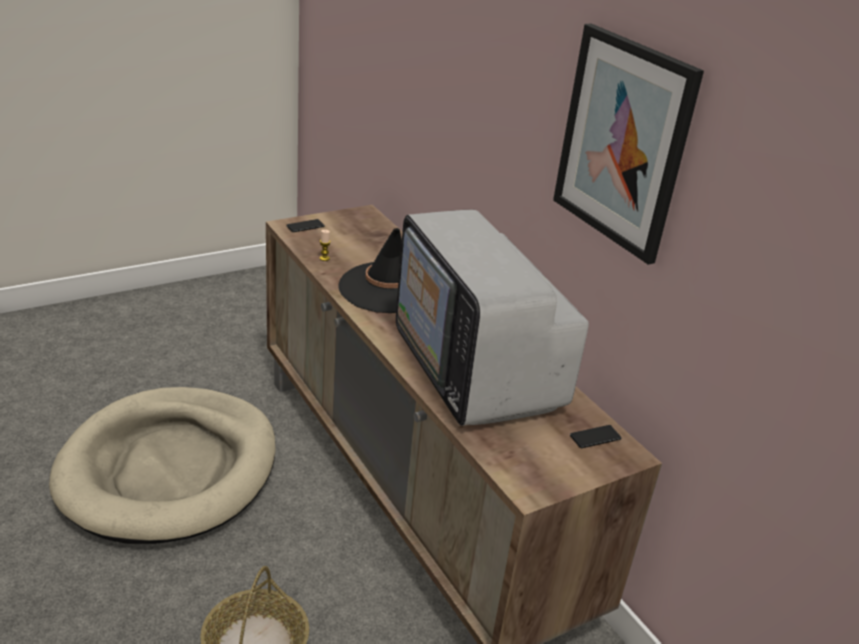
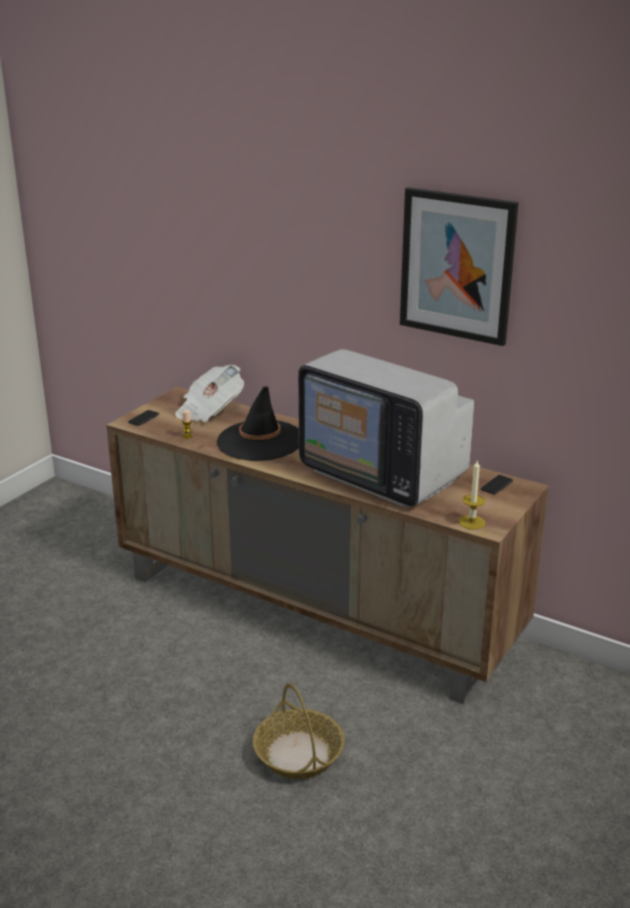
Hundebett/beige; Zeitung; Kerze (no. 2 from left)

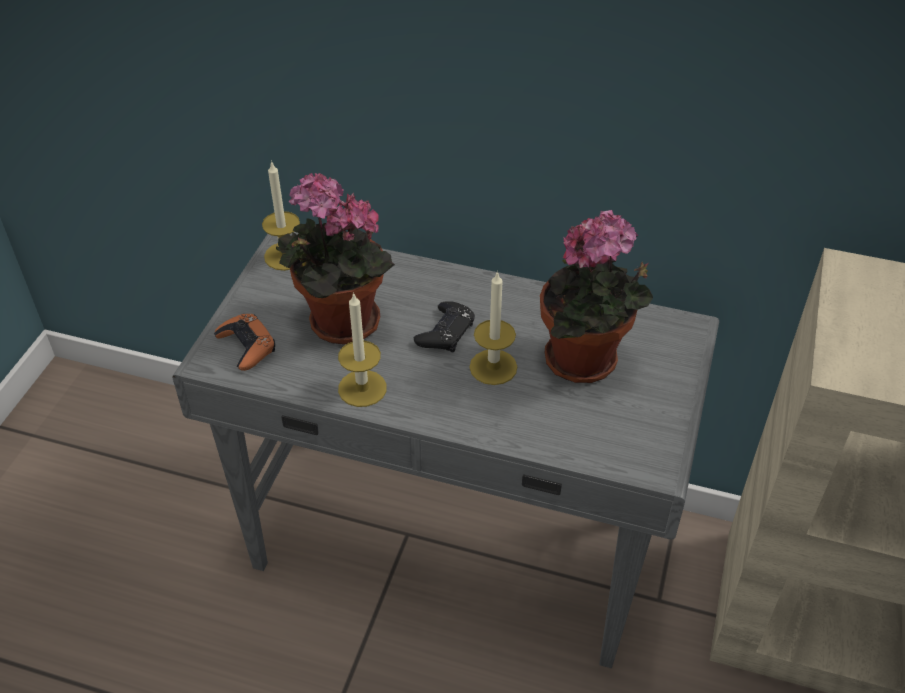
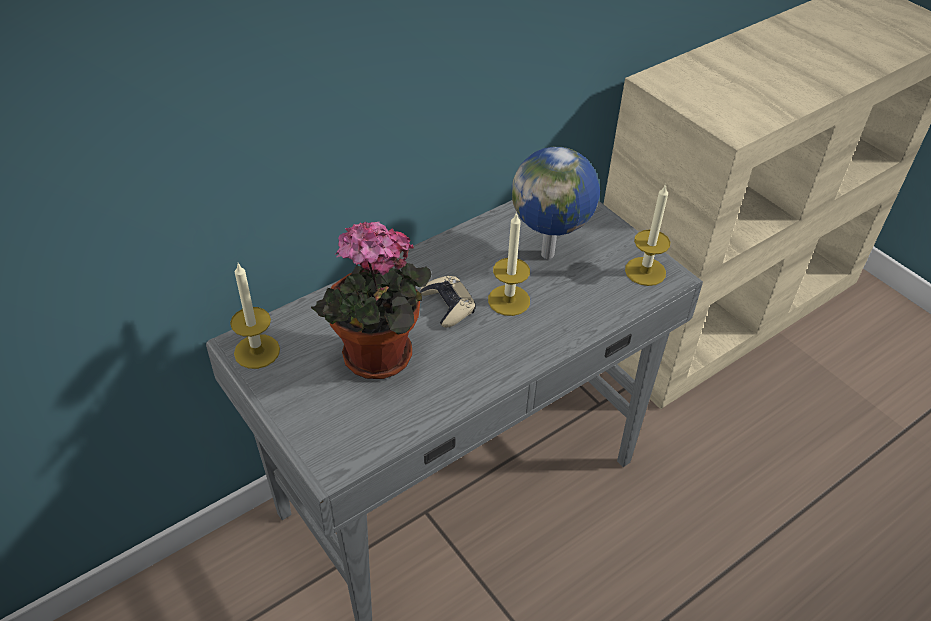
Gamepad/orange; Kerze (no. 3 from left); Globus; Gamepad/beige

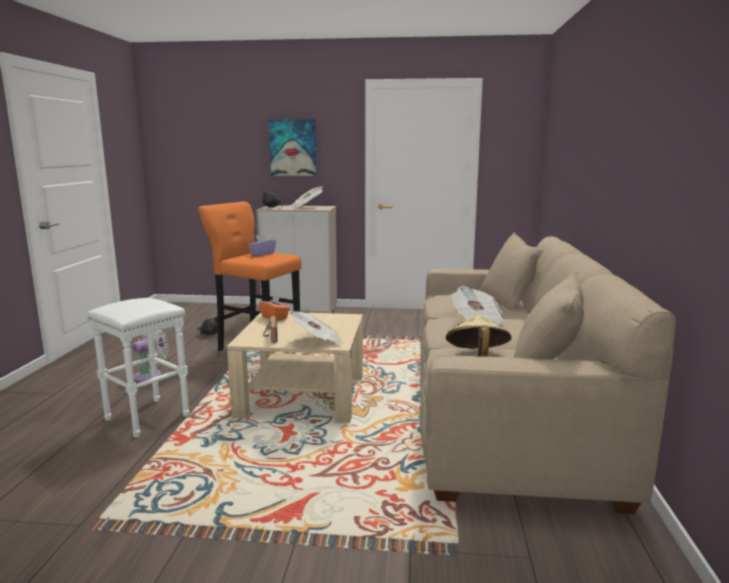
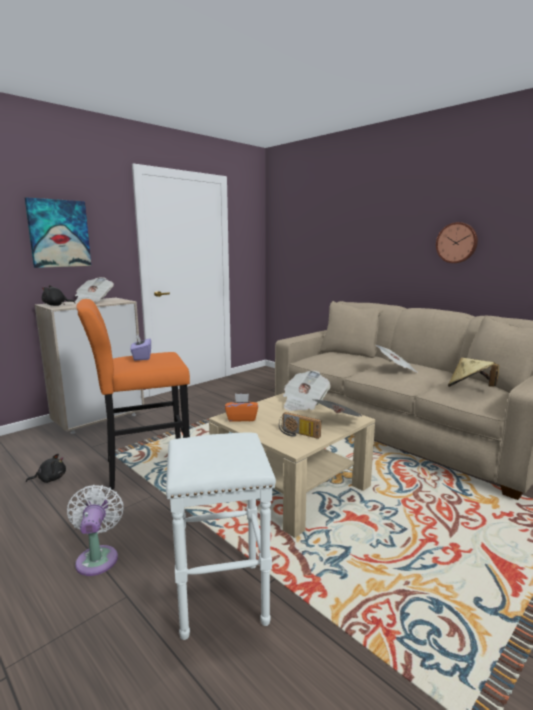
Zeitung (no. 2 from left); Wanduhr

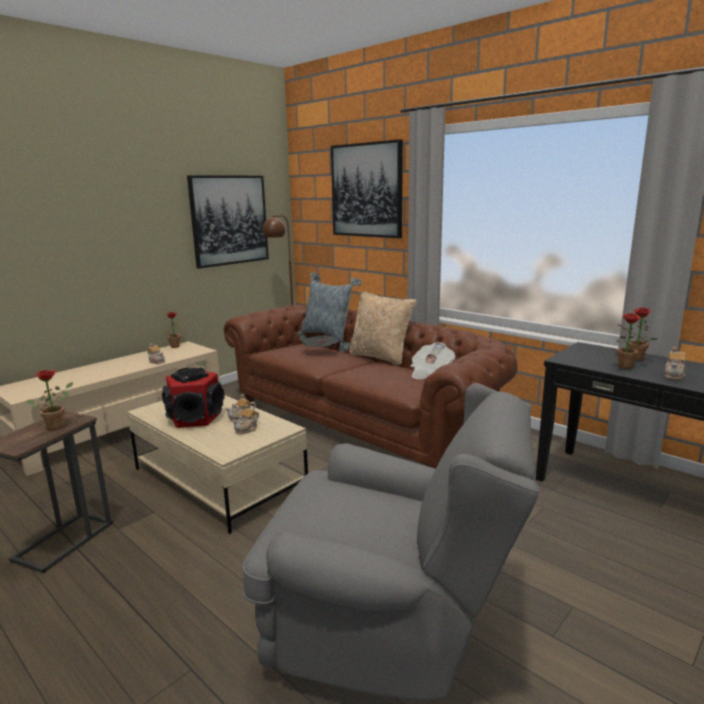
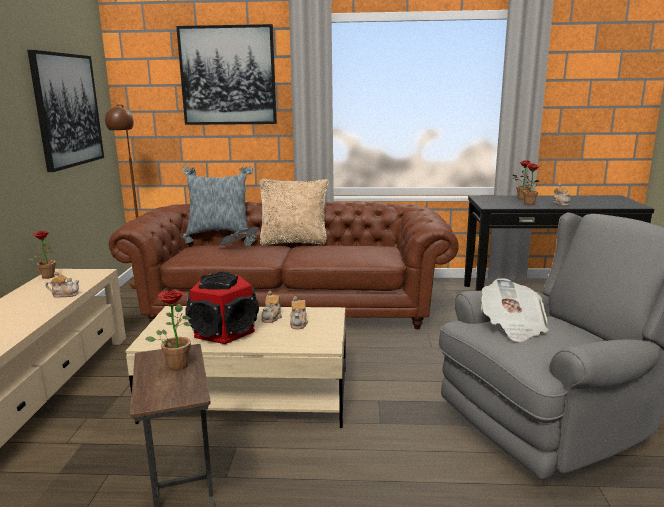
Zeitung (no. 2 from left)

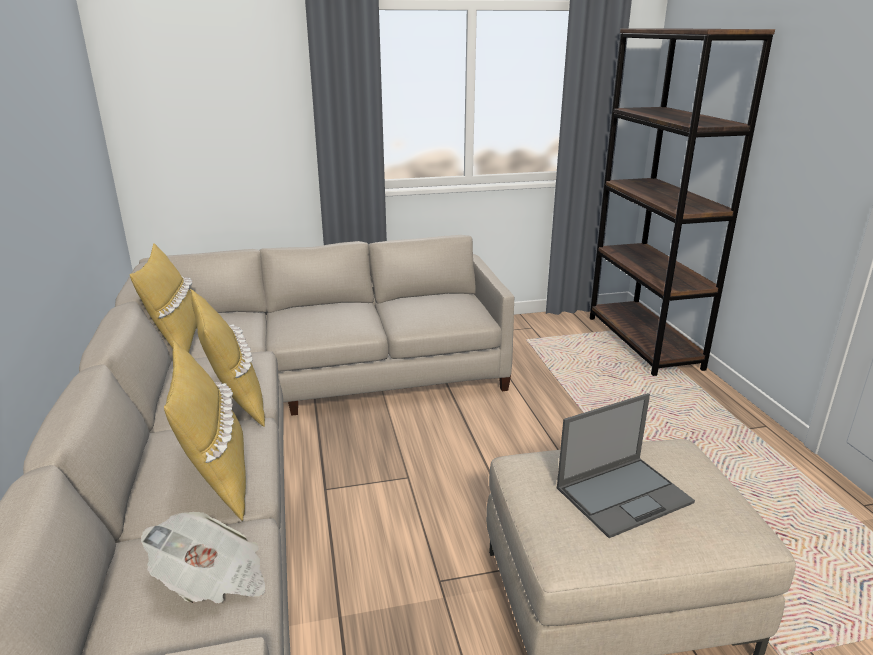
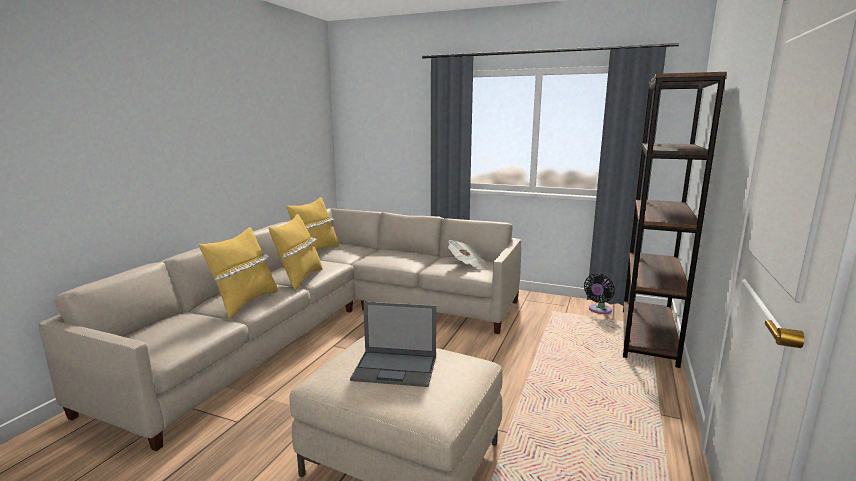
Ventilator/schwarz; Zeitung

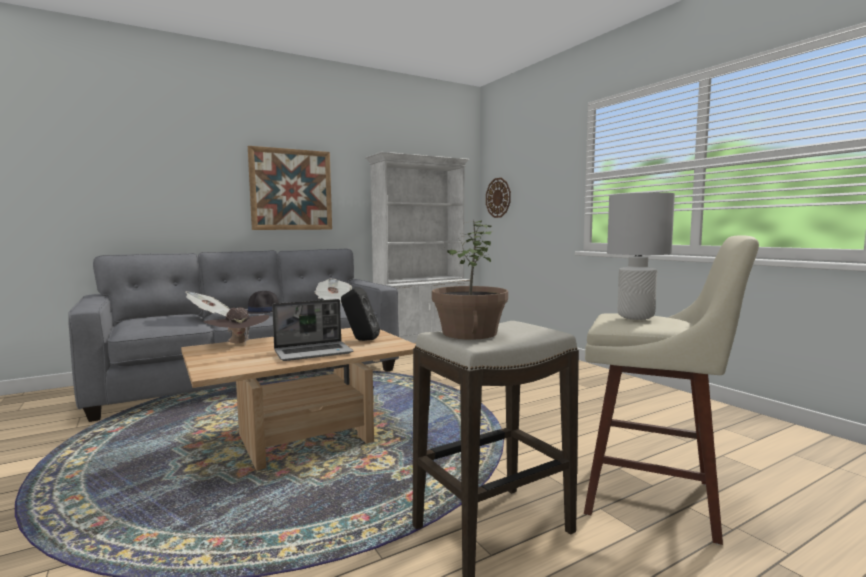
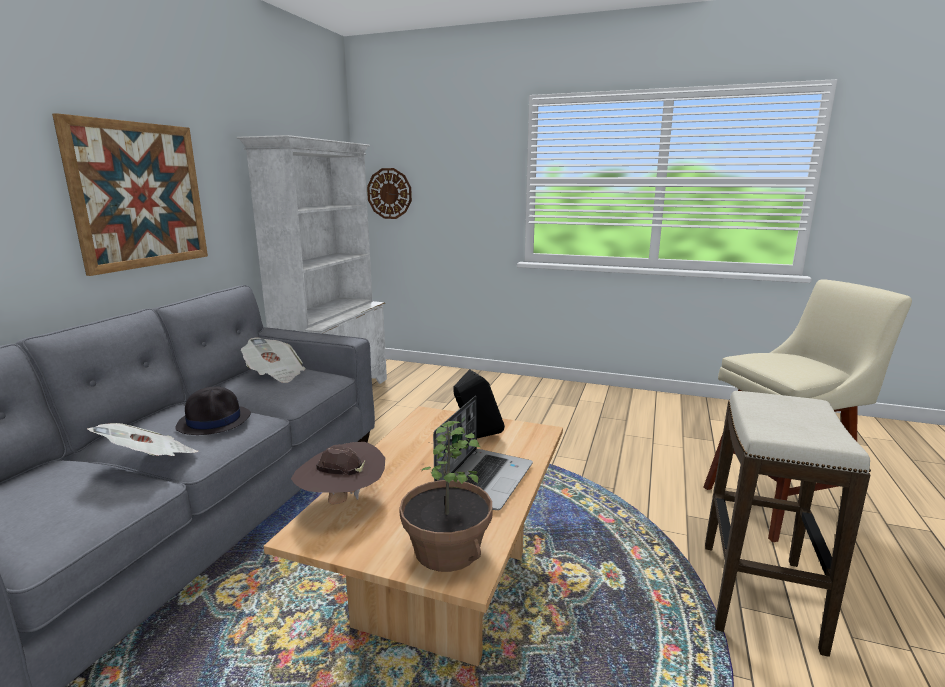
Tischlampe/grau; Topfpflanze

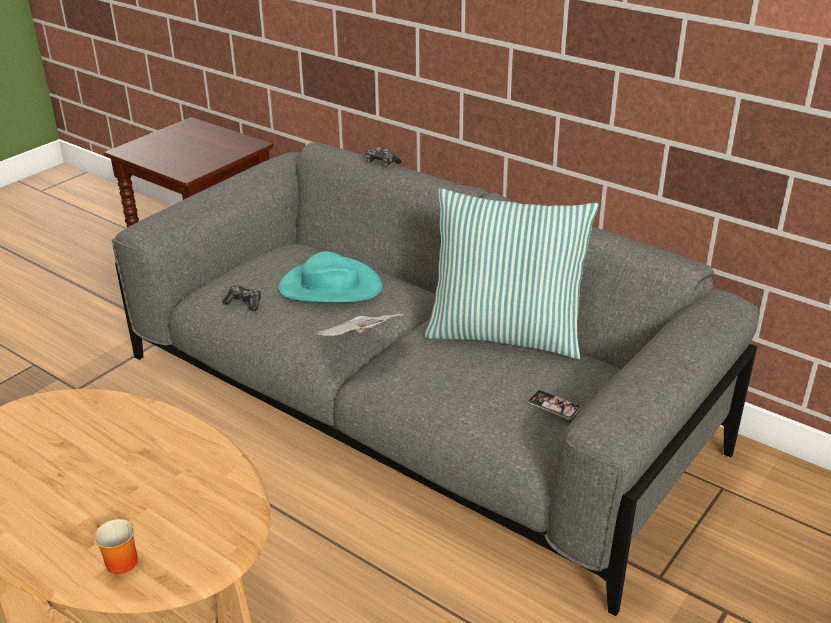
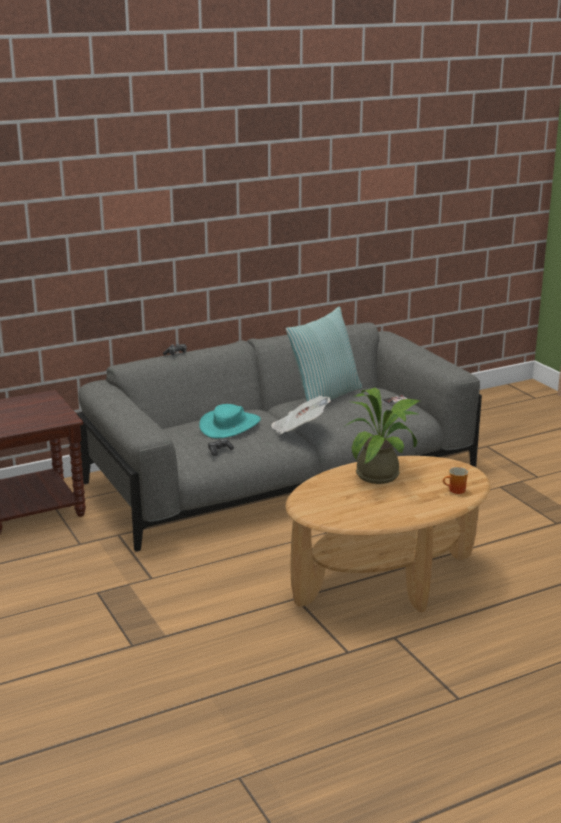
Topfpflanze

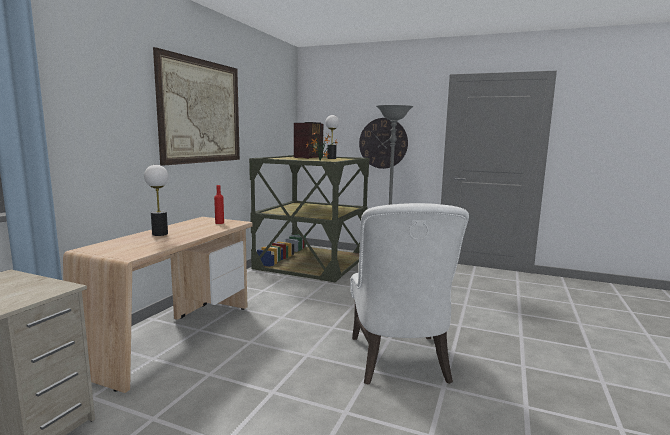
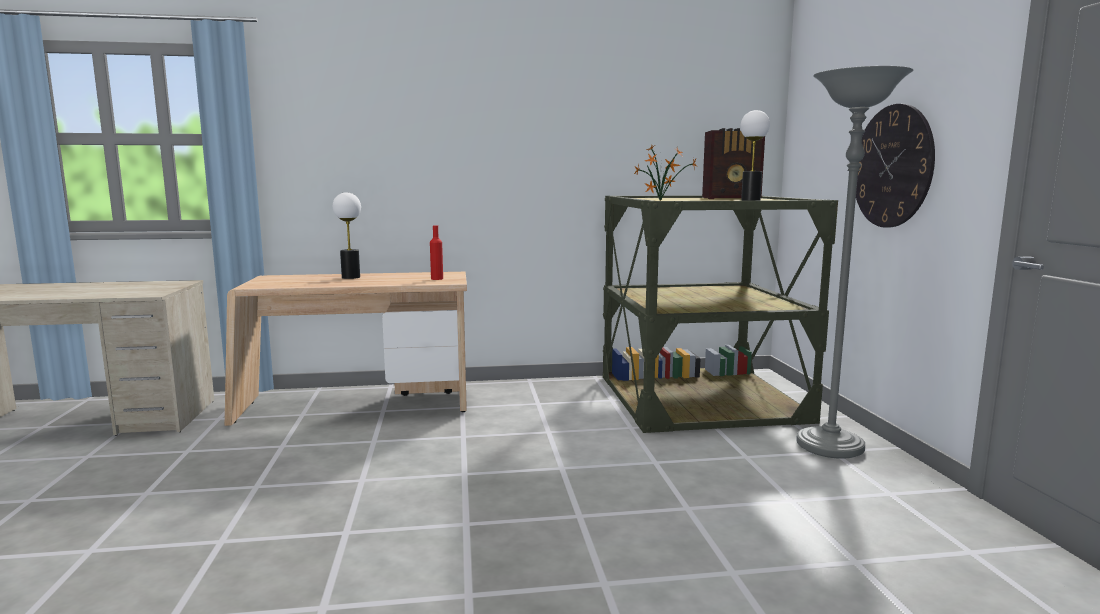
Bild; Stuhl/weiß

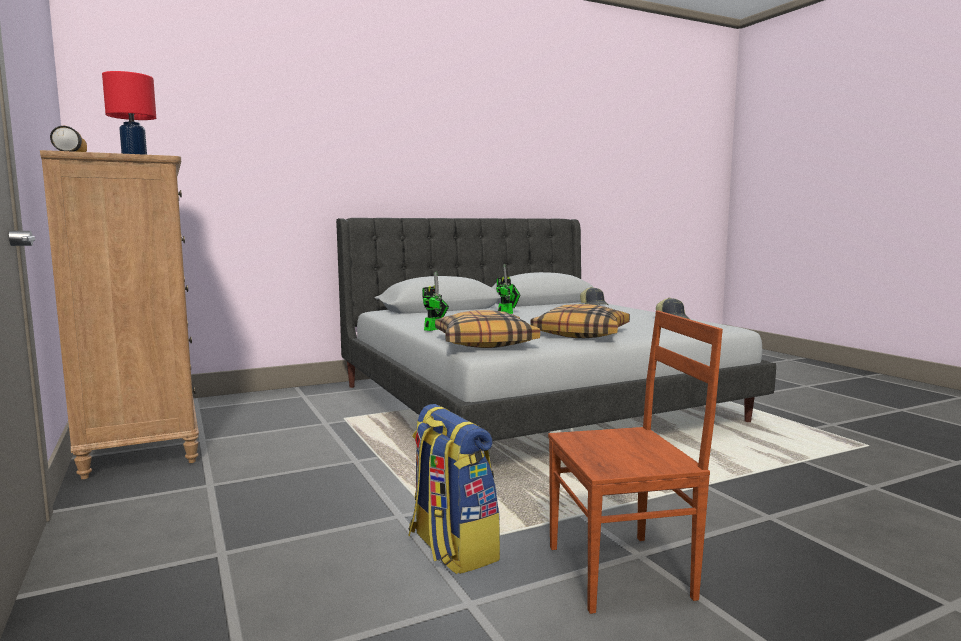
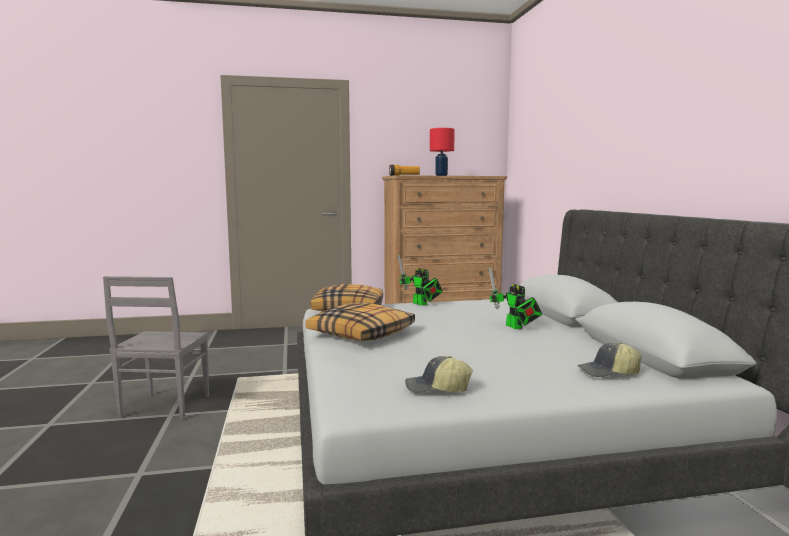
Rucksack; Stuhl/grau

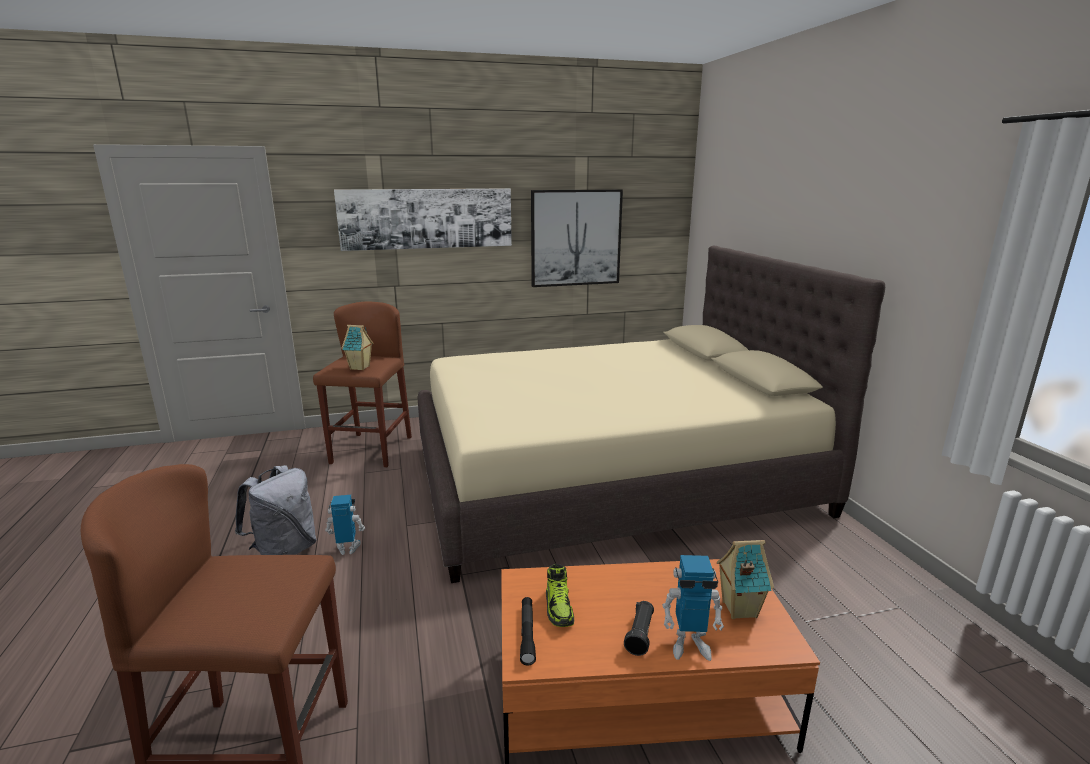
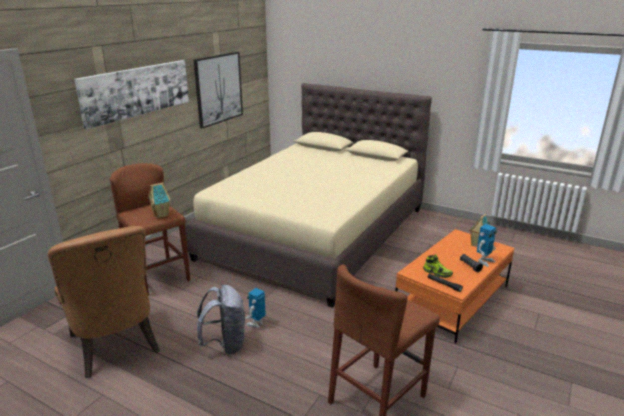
Stuhl/braun

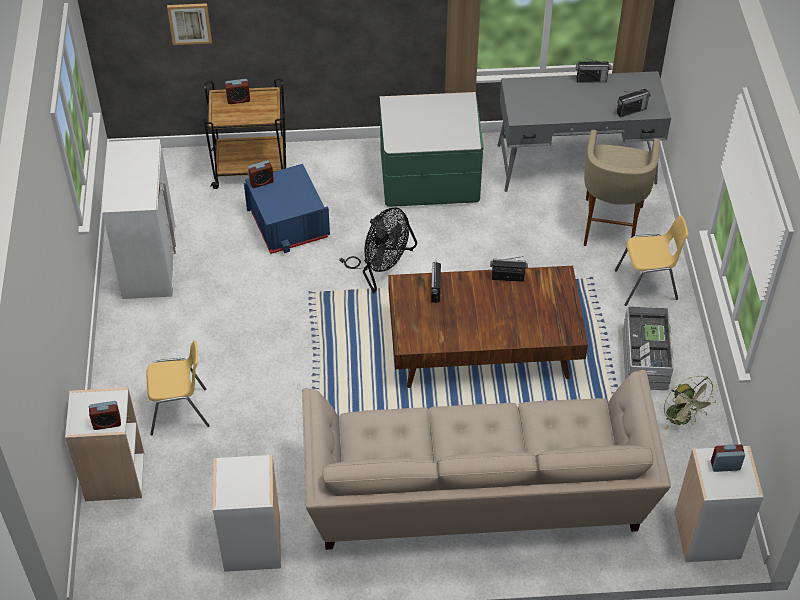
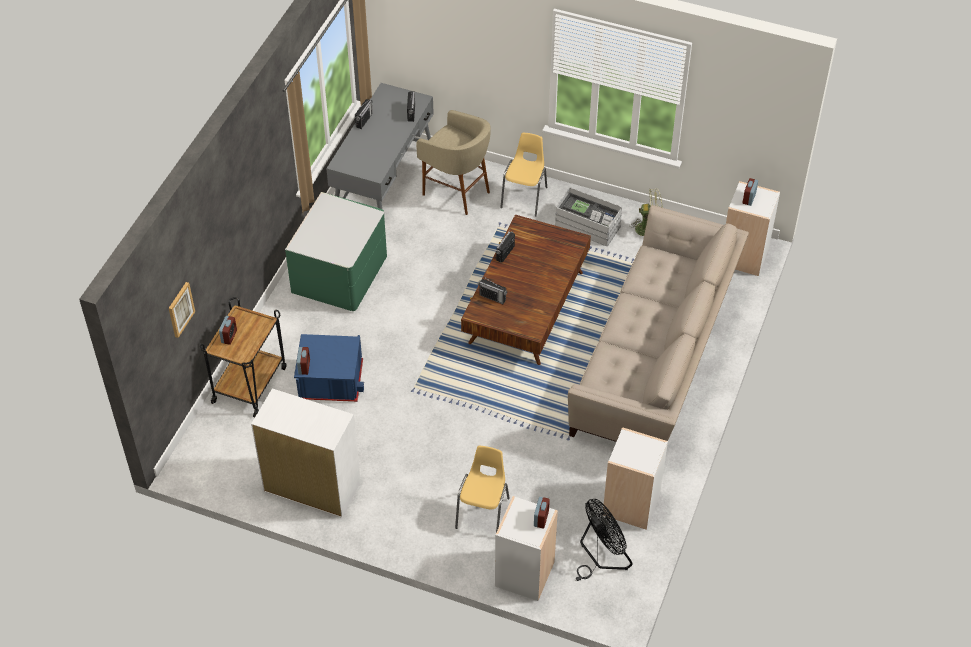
Ventilator/schwarz

